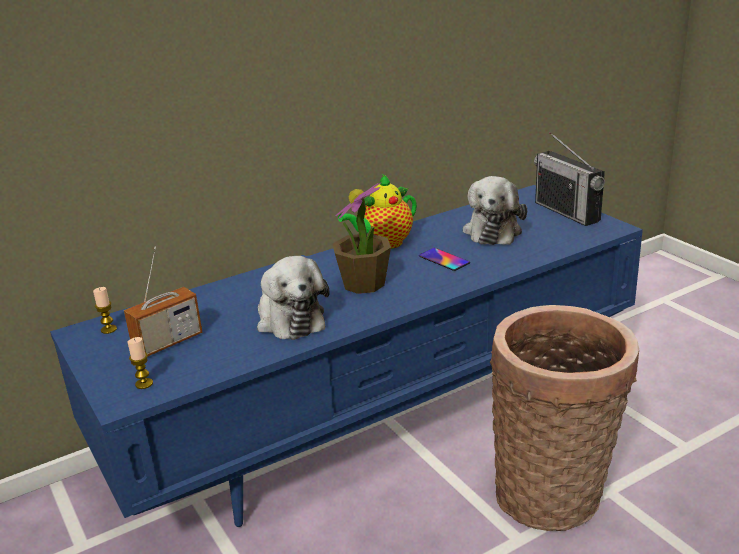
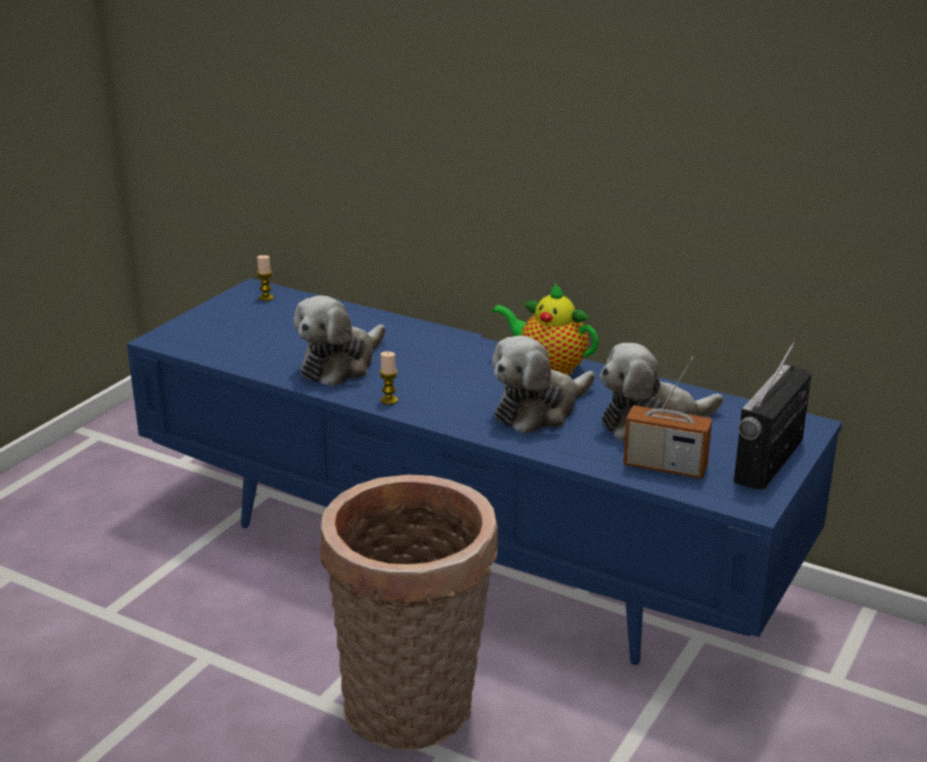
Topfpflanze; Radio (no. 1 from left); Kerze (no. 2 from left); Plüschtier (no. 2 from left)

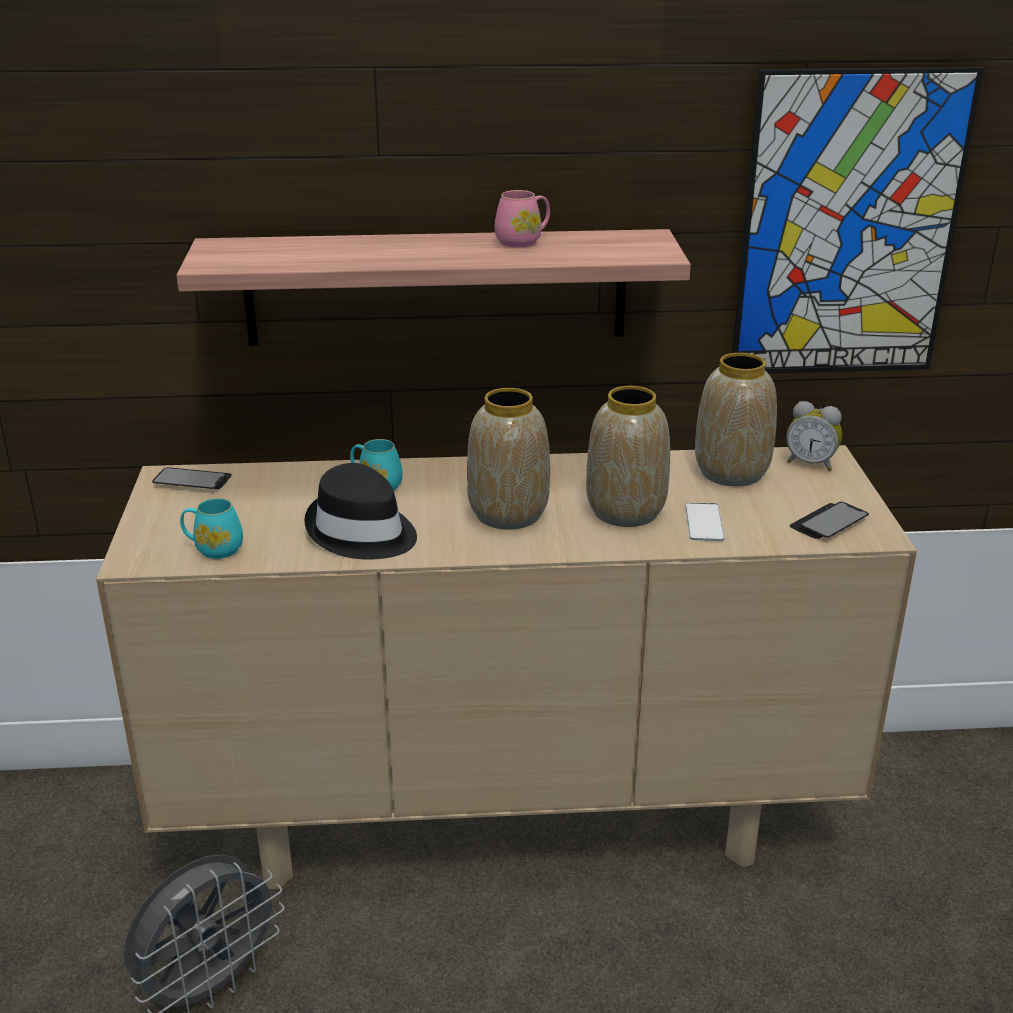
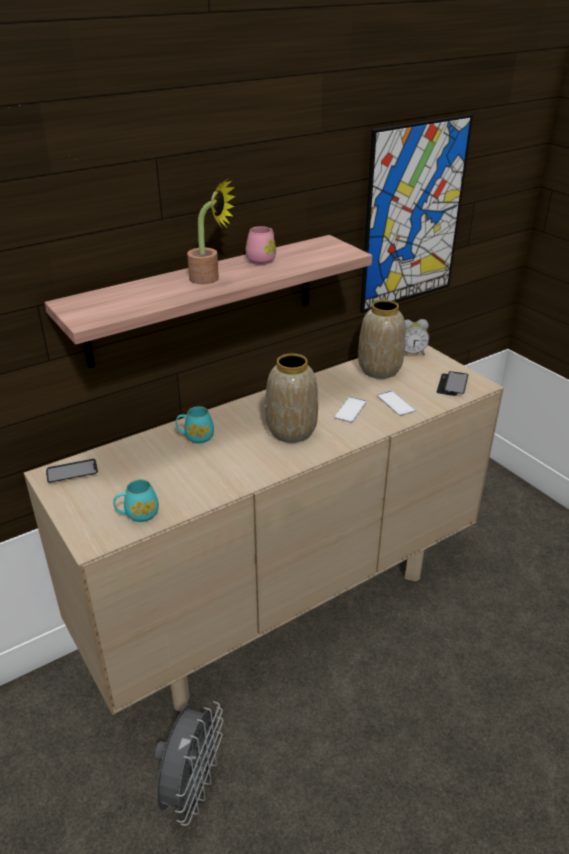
Hut/schwarz; Topfpflanze; Handy (no. 2 from left)

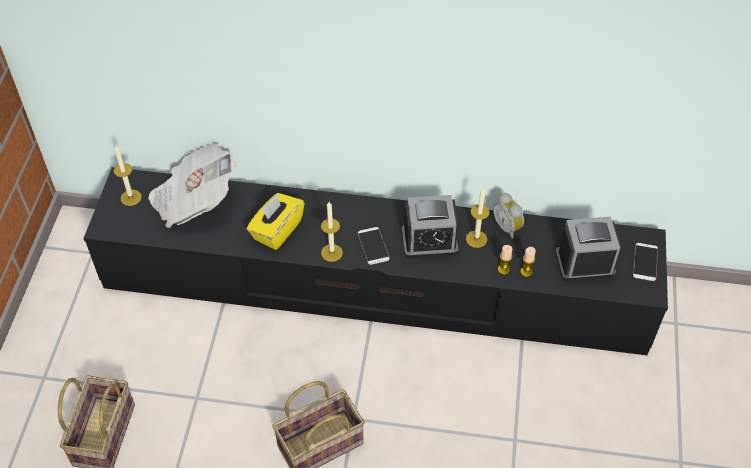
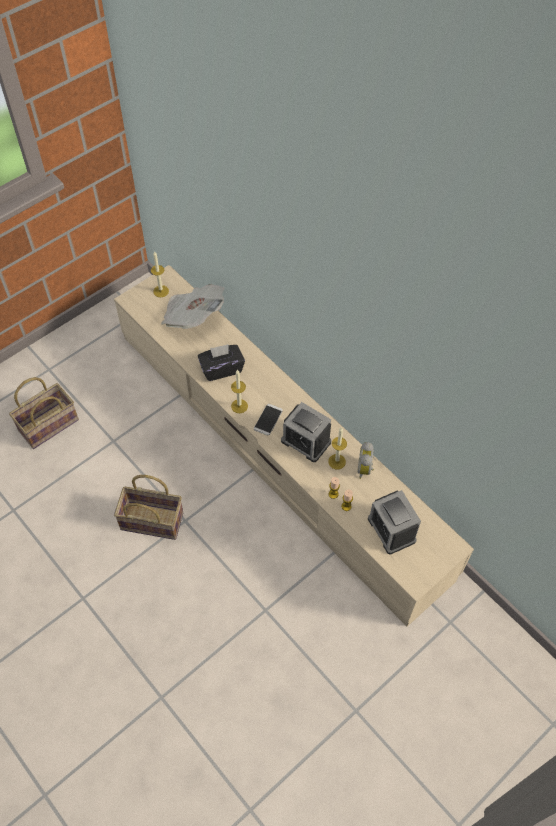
Handy (no. 2 from left in the first image); Fernsehschrank/beige; Taschentuchbox/schwarz; Wecker (no. 3 from left)

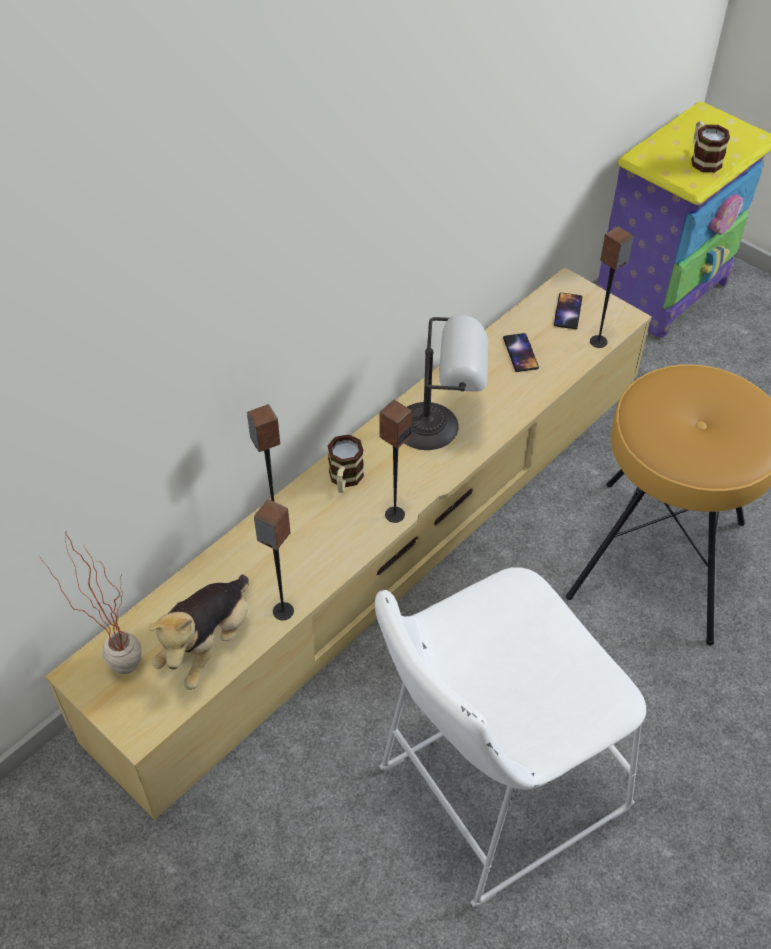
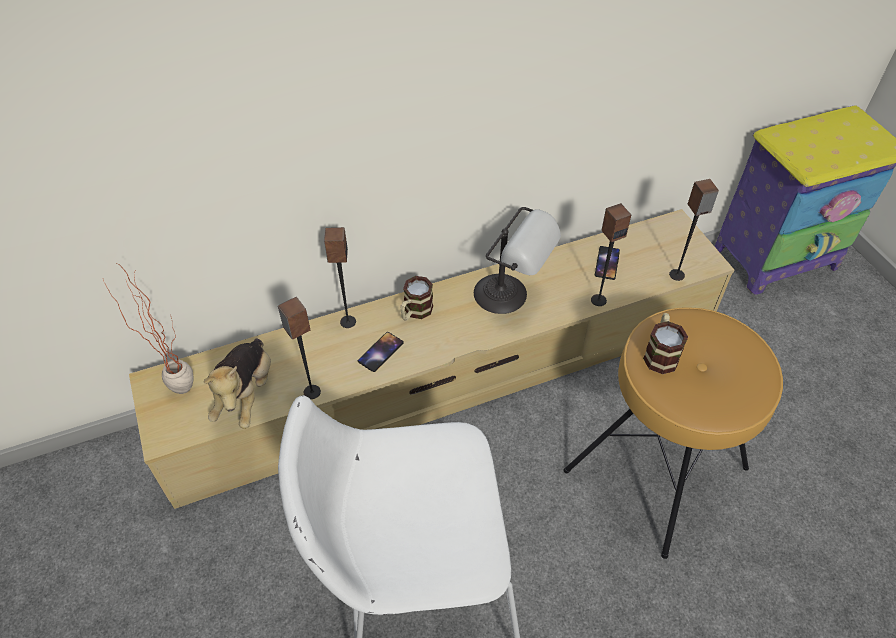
Lautsprecher (no. 3 from left); Handy (no. 1 from left); Henkelbecher (no. 2 from left); Plüschtier

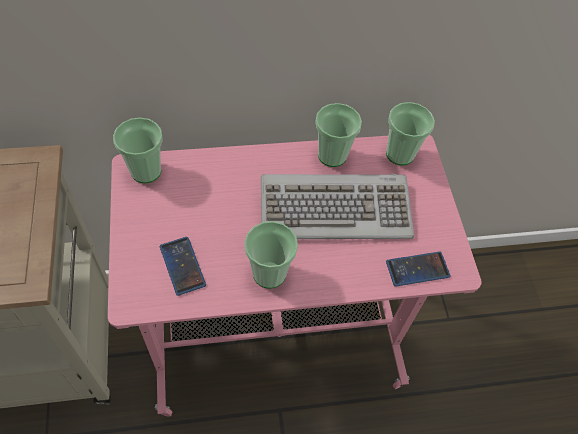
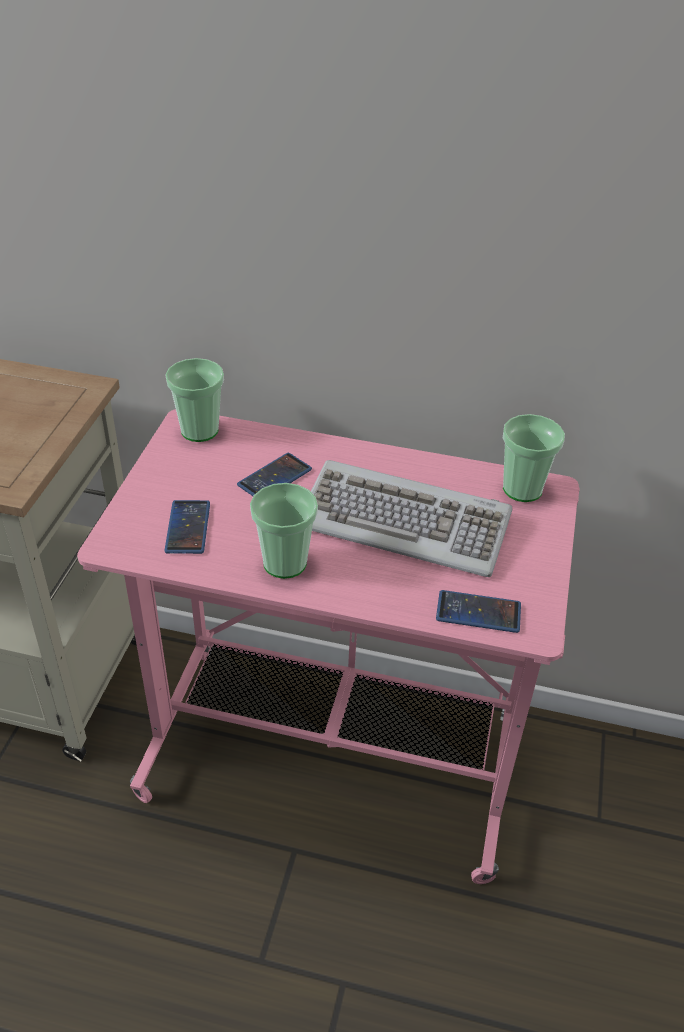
Tasse (no. 3 from left in the first image); Handy (no. 2 from left)

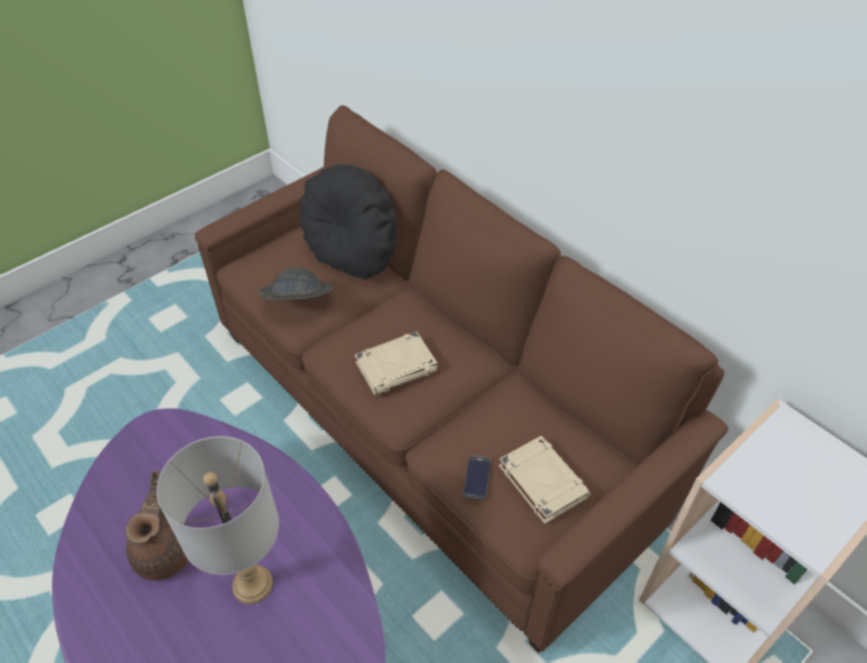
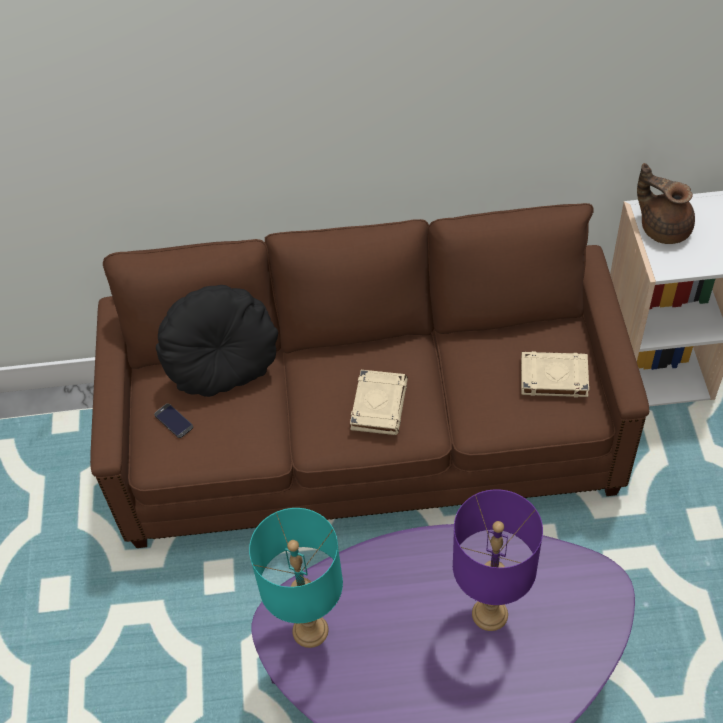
Hut/grau; Tischlampe/türkis; Teekanne/braun; Handy; Tischlampe/lila

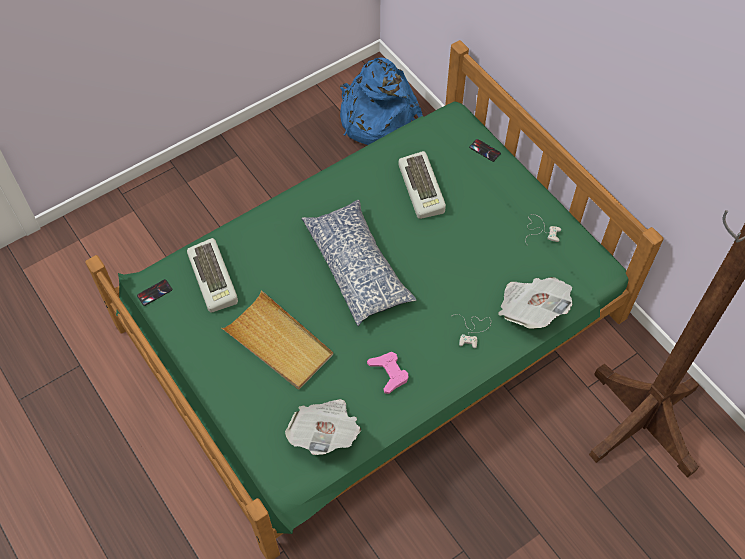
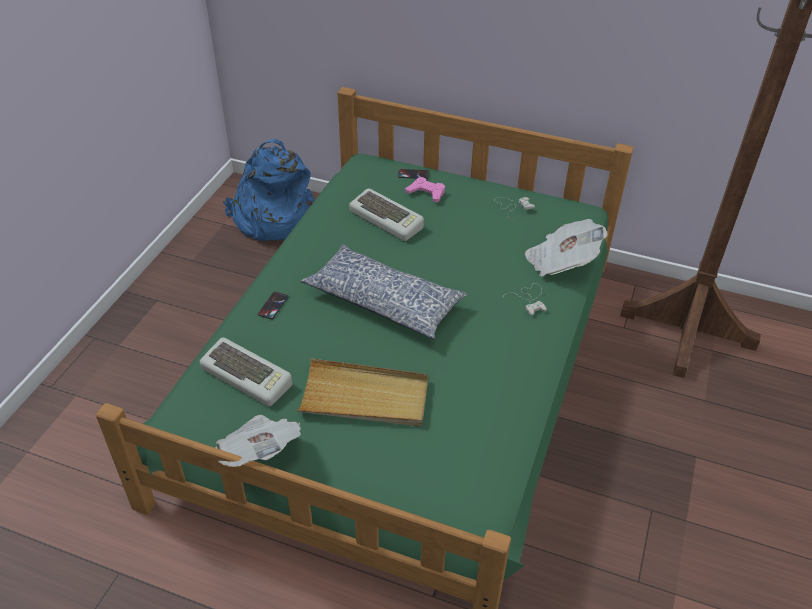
Handy (no. 1 from left); Zeitung (no. 1 from left); Gamepad/rosa

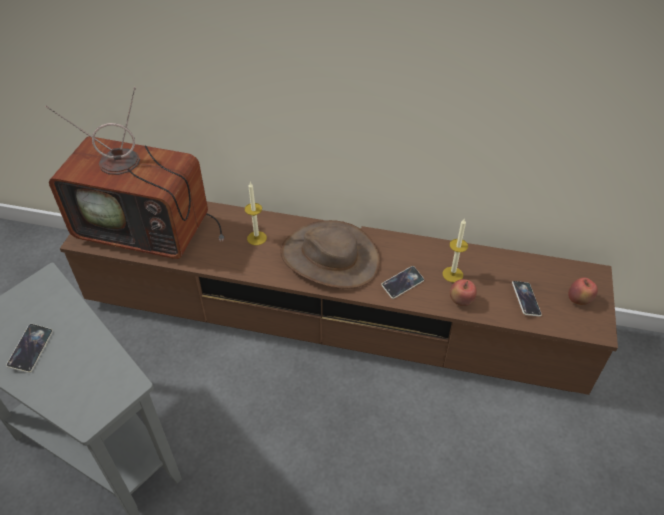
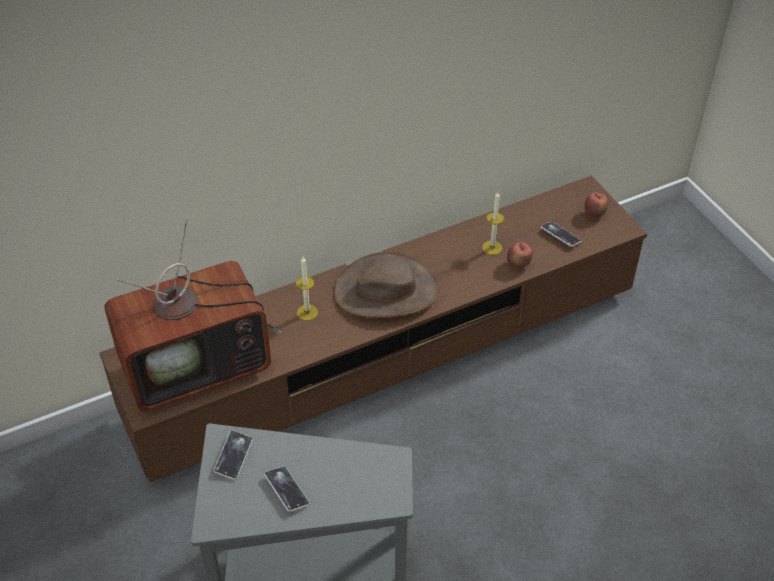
Handy (no. 1 from left)

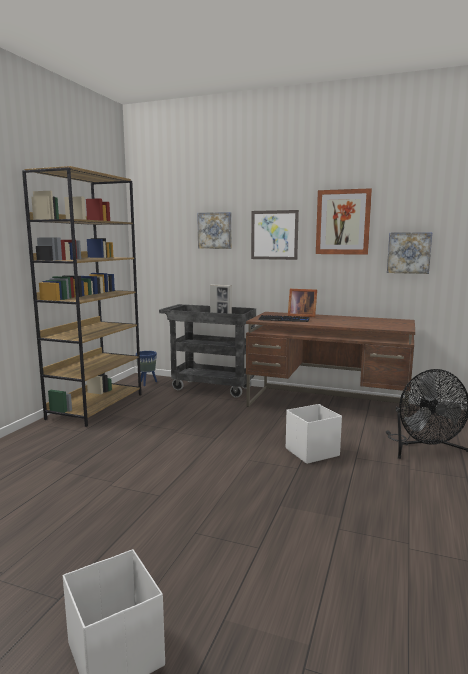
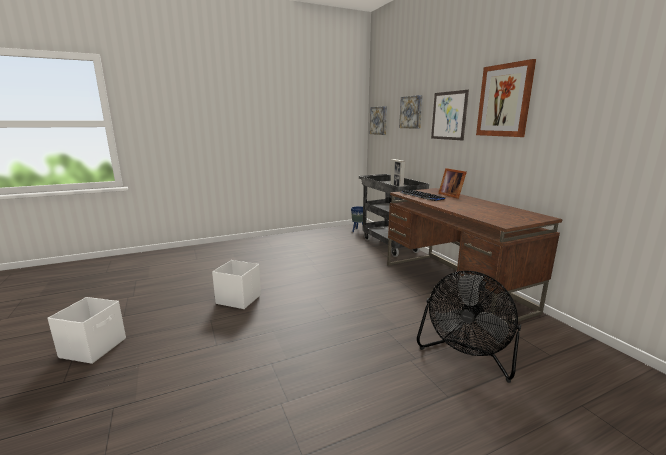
Bücherregal/braun; Aufbewahrungsbox/weiß (no. 2 from left); Bild (no. 1 from left)

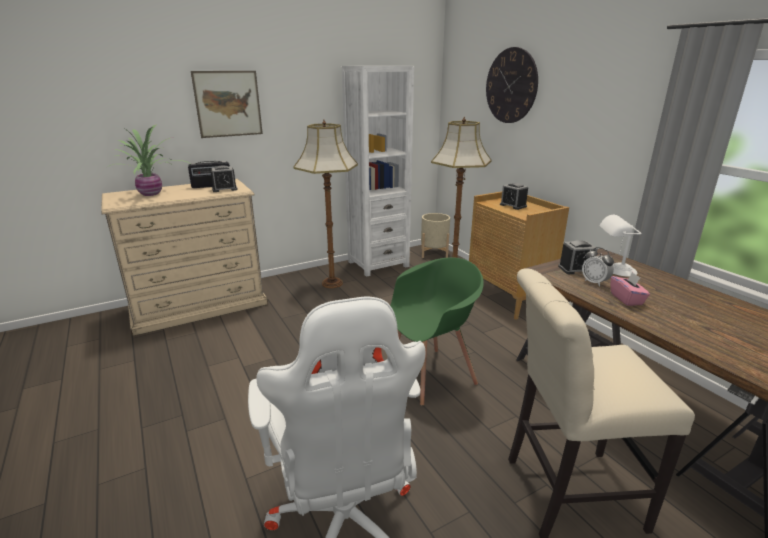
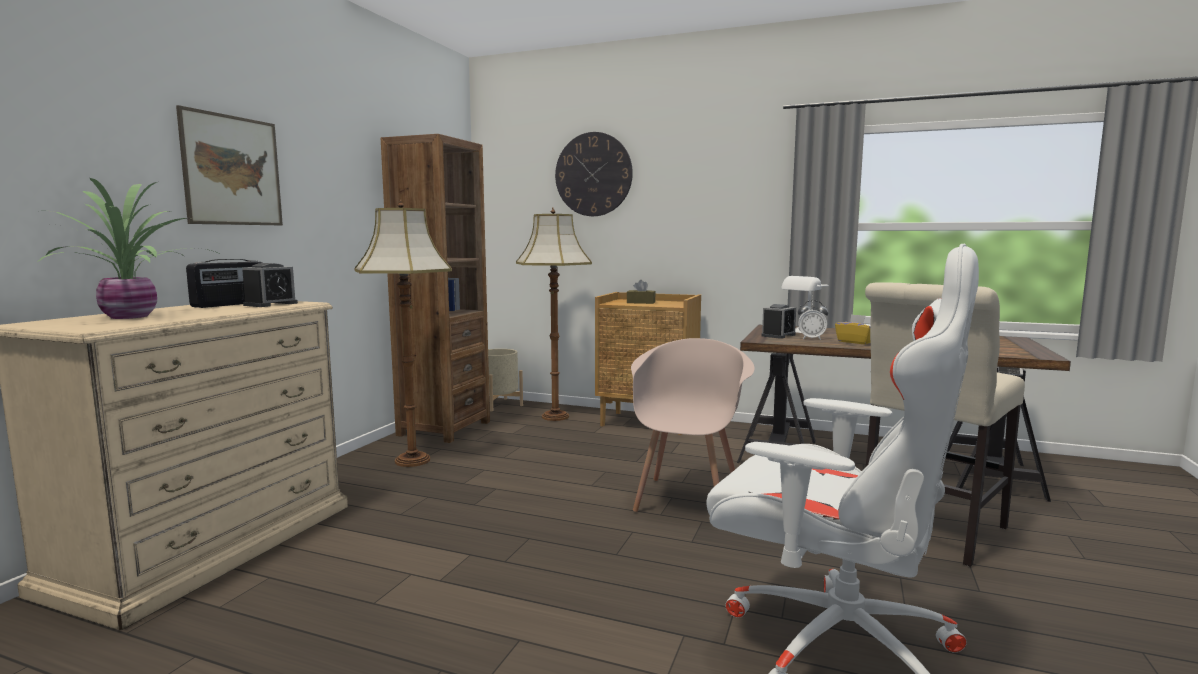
Taschentuchbox/braun; Bücherregal/braun; Stuhl/beige; Taschentuchbox/gelb

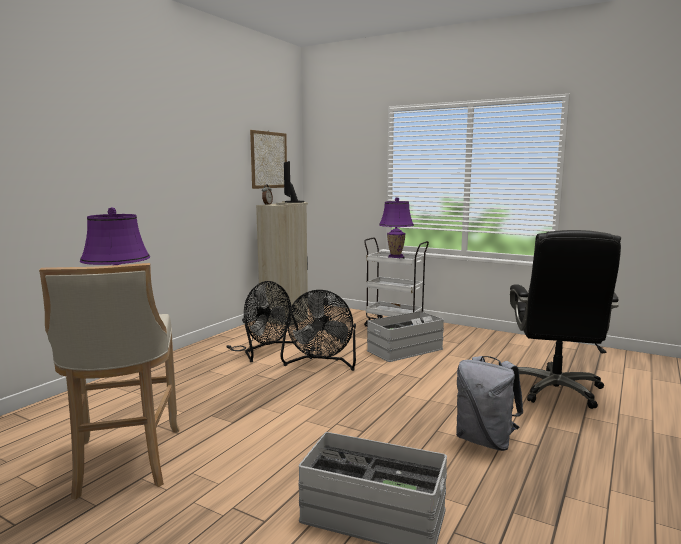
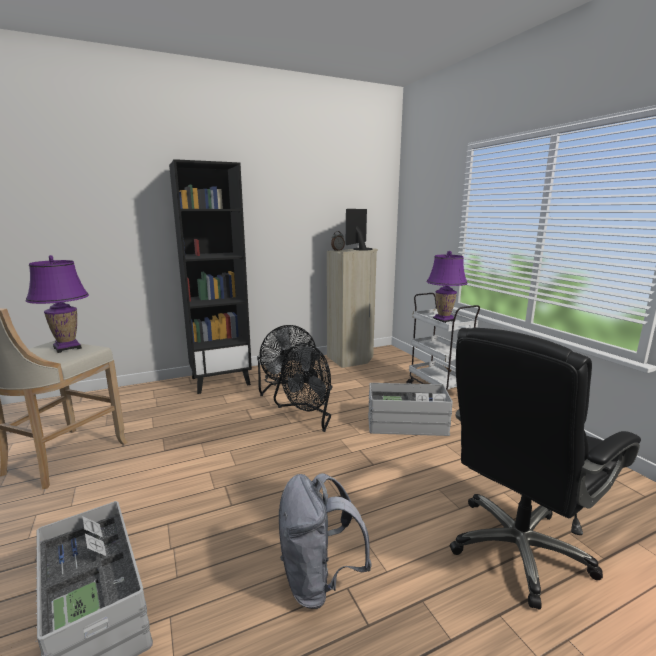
Bild; Bücherregal/schwarz

